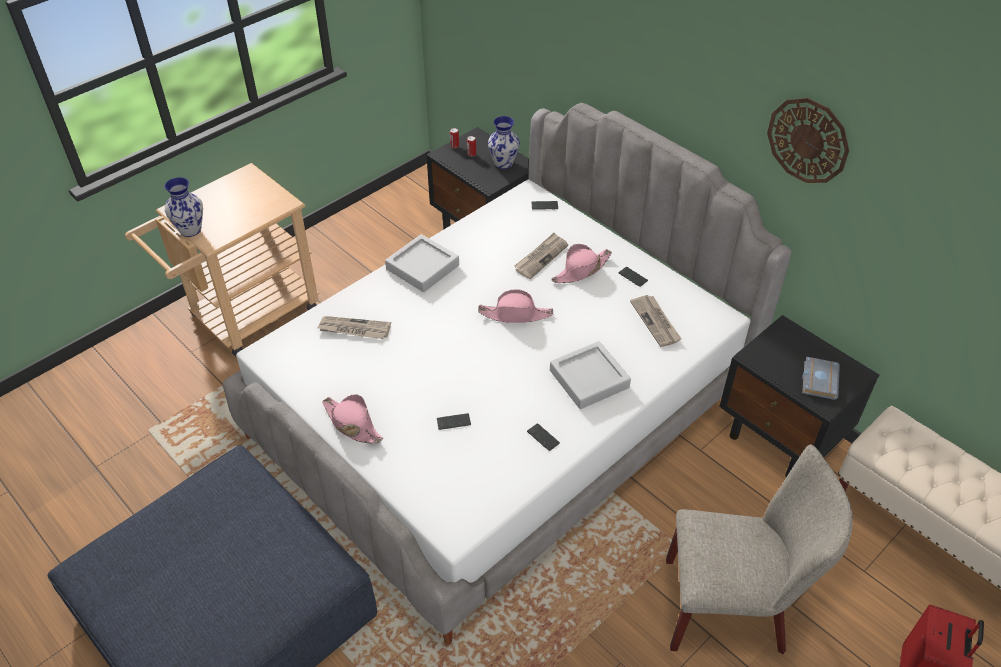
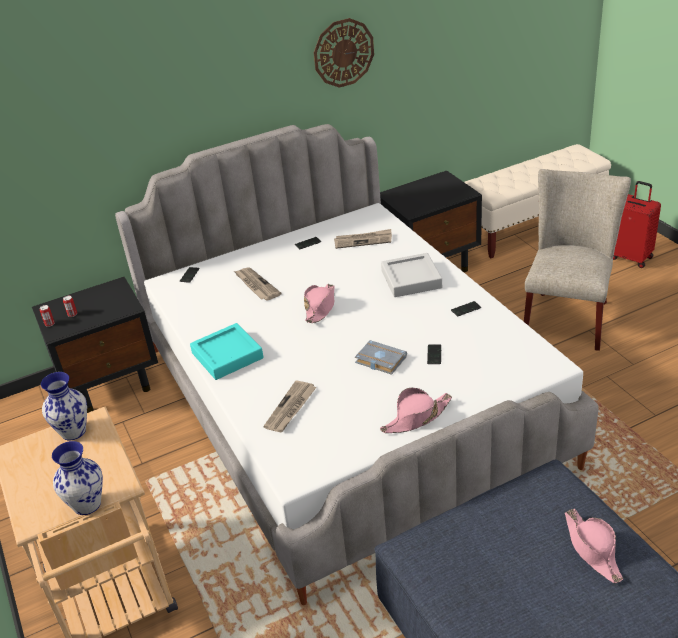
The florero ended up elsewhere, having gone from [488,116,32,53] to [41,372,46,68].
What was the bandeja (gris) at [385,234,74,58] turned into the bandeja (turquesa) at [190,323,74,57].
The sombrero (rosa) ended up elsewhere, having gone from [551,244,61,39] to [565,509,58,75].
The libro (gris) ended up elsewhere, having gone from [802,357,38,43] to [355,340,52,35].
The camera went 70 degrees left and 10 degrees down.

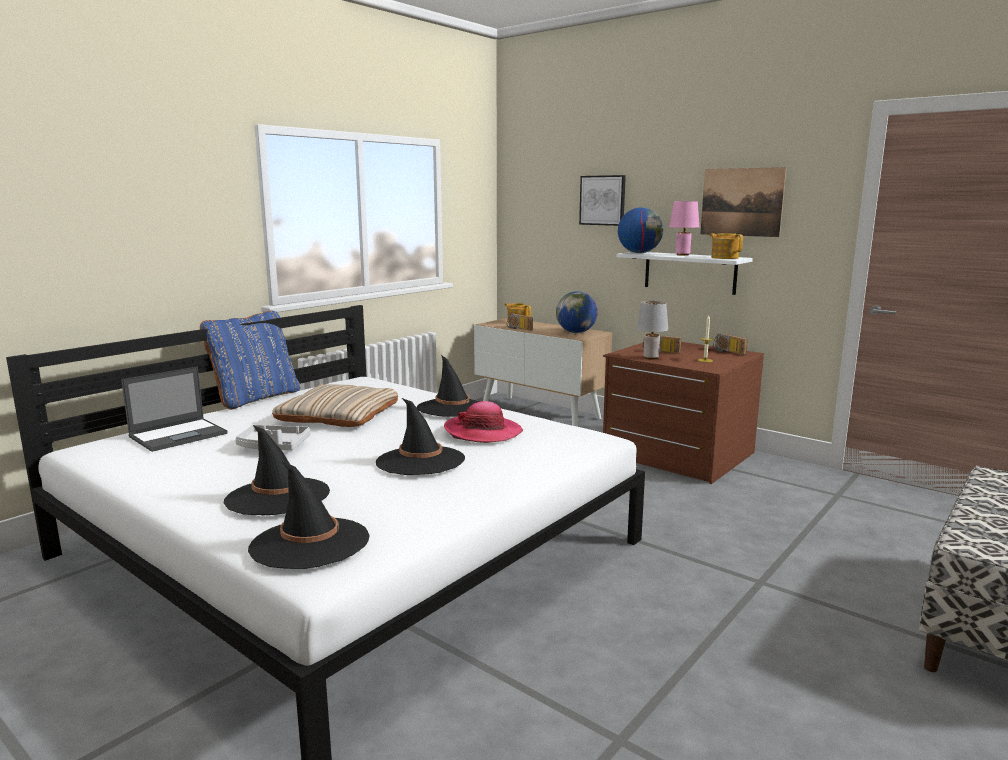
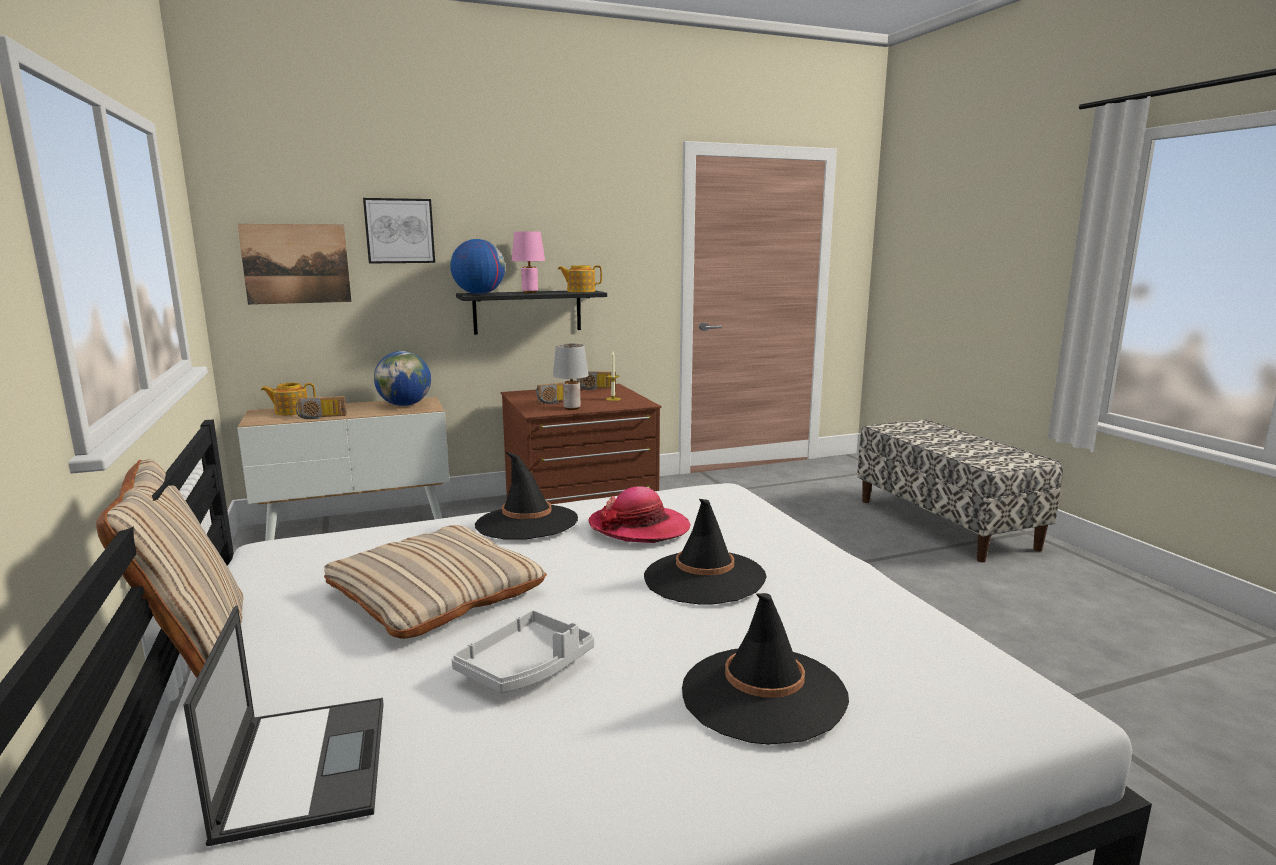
The cuadro ended up elsewhere, having gone from [700,167,86,70] to [237,224,114,81].
What was the estante (blanco) at [616,252,137,43] turned into the estante (negro) at [456,290,151,45].
What was the cojín (azul) at [200,310,100,100] turned into the cojín (beis) at [96,459,147,219].
The second view lost the sombrero (negro) at [248,461,122,108].
The camera went 60 degrees left and 0 degrees up.

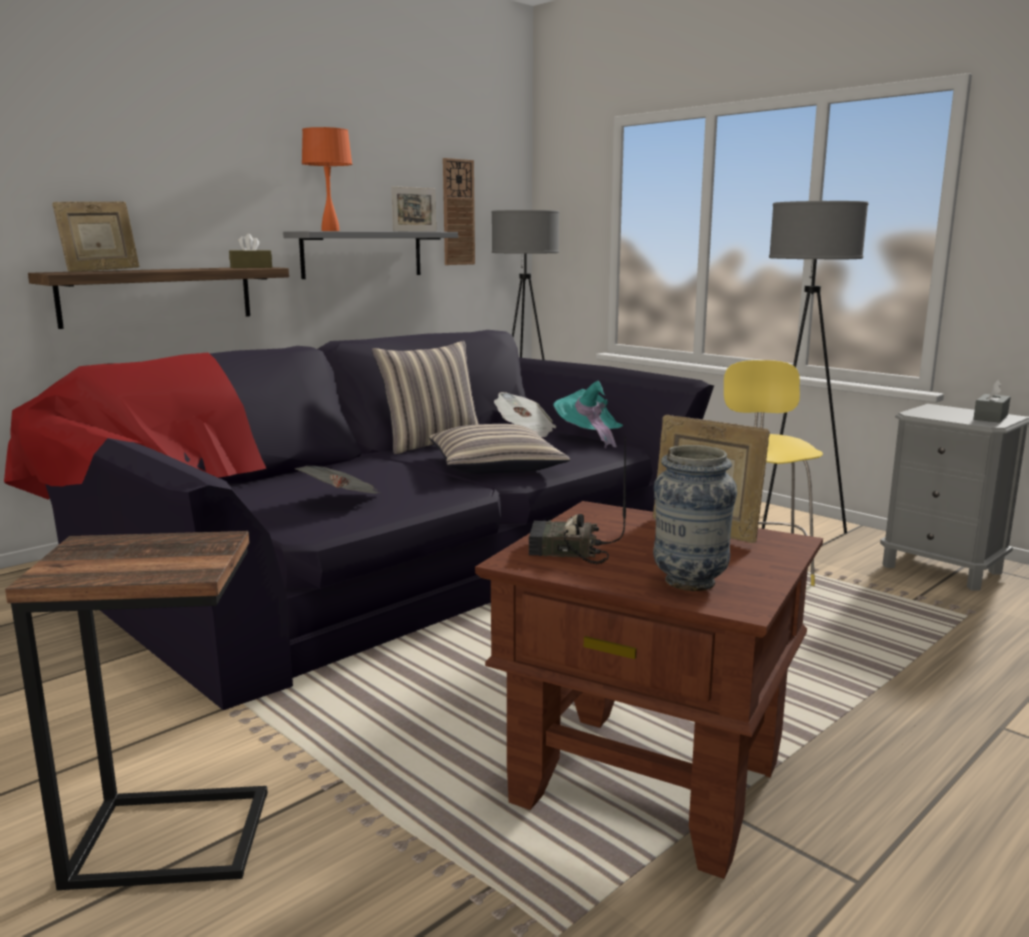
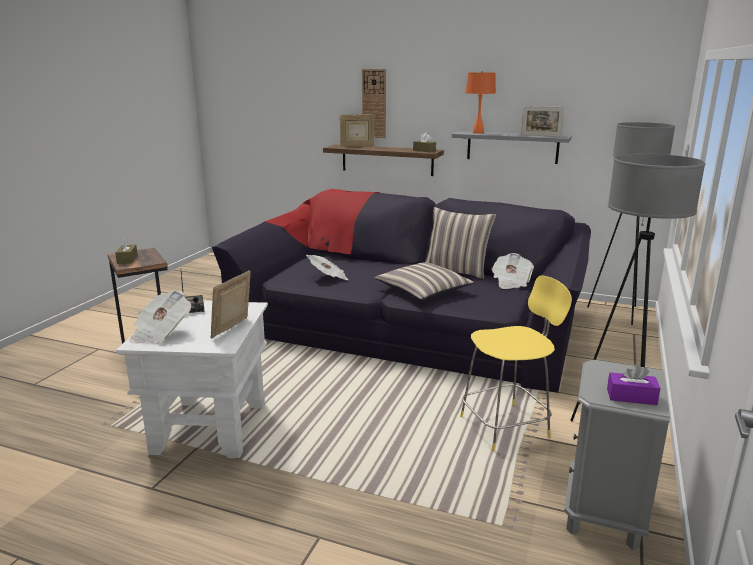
The reloj de pared ended up elsewhere, having gone from [443,158,32,107] to [362,69,24,69].
What was the caja de pañuelos (gris) at [973,379,37,44] turned into the caja de pañuelos (morado) at [607,364,54,41].
The second view lost the sombrero (turquesa) at [553,381,70,67].
Where the florero stood at [653,445,84,146], the periódico came to stand at [129,291,62,53].
What was the mesa auxiliar (marrón) at [475,501,348,378] turned into the mesa auxiliar (blanco) at [116,301,152,157].
The second view gained the caja de pañuelos (marrón) at [115,237,23,27].
The camera went 65 degrees right and 5 degrees up.

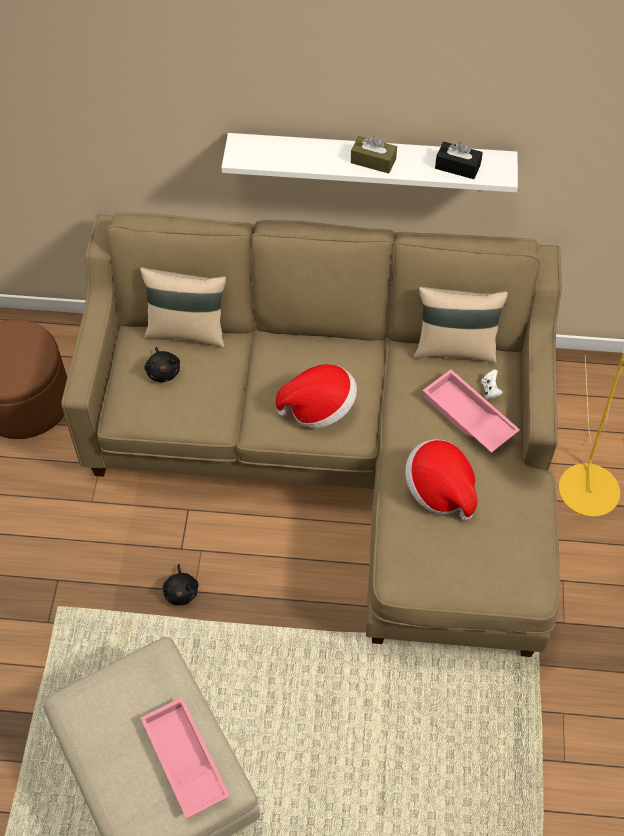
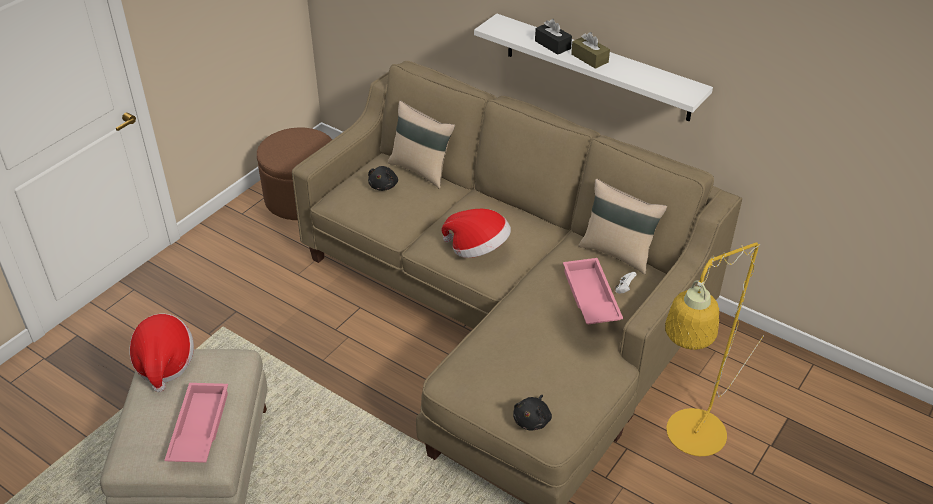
The caja de pañuelos (negro) ended up elsewhere, having gone from [435,142,48,37] to [535,19,37,36].
The sombrero ended up elsewhere, having gone from [405,440,72,81] to [129,314,65,78].
The peluche (negro) ended up elsewhere, having gone from [163,564,36,42] to [513,395,39,36].
The camera went 30 degrees right and 15 degrees down.

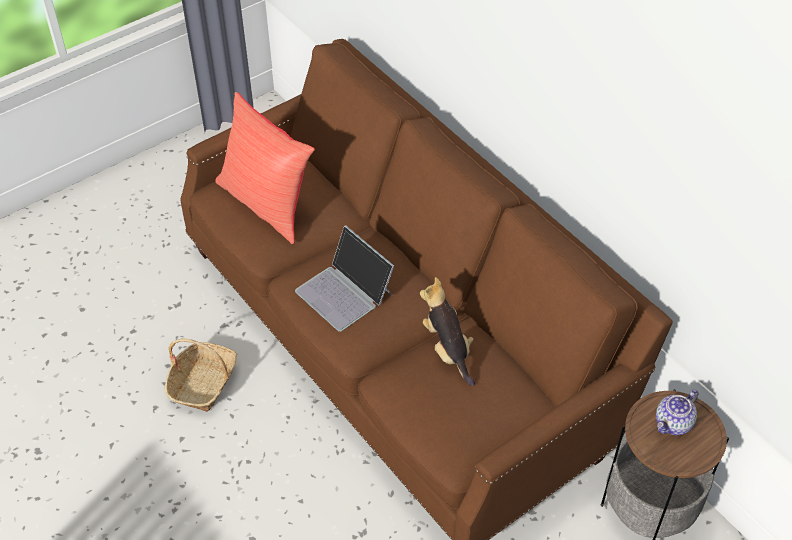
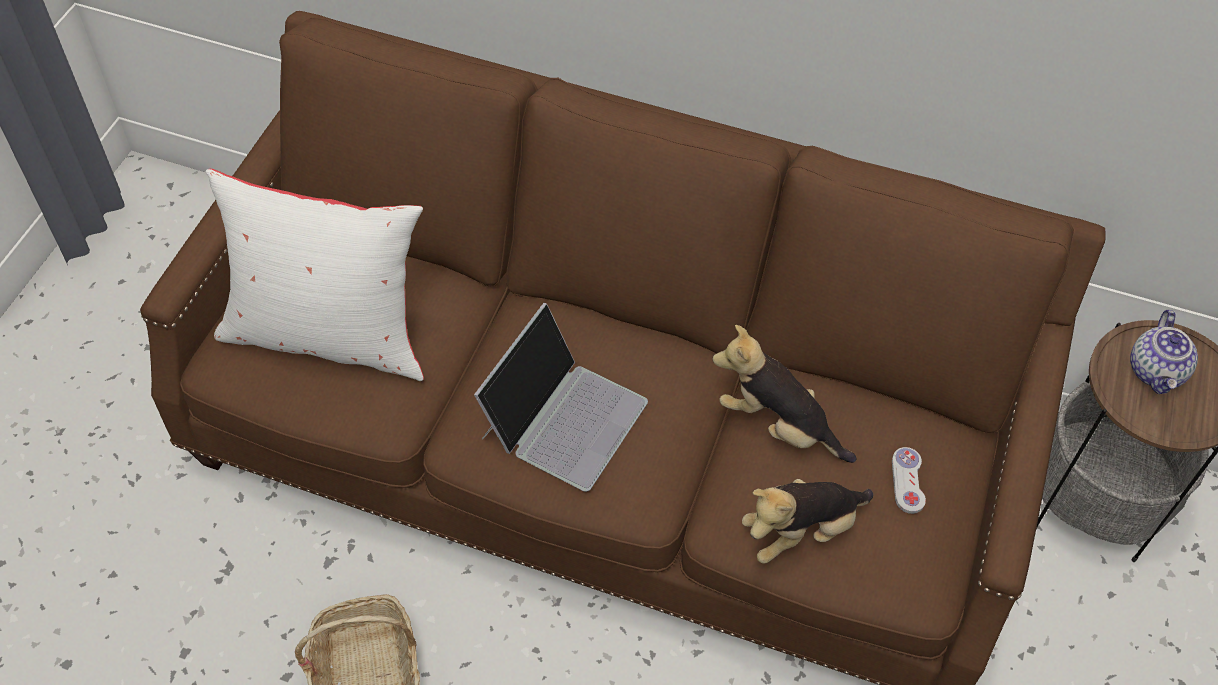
What was the cojín (rojo) at [215,92,100,152] turned into the cojín (blanco) at [206,169,218,212].
The portátil at [295,225,99,107] ended up facing another way, 75 degrees counterclockwise from before.
The second view gained the mando de consola (blanco) at [892,447,34,67].
The second view gained the peluche at [742,479,131,85].
The camera went 35 degrees left and 5 degrees up.

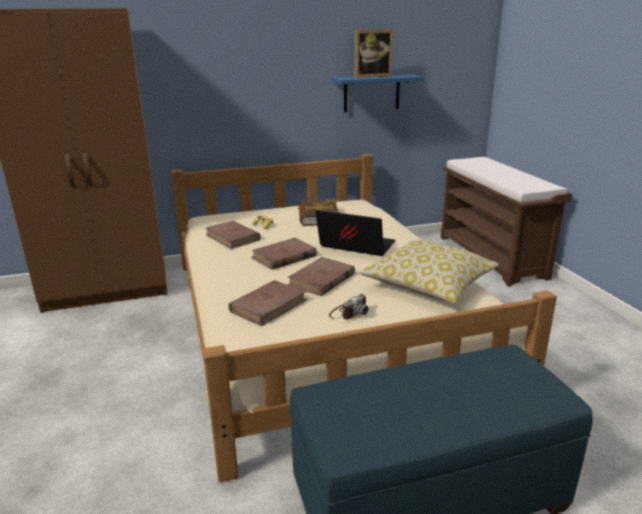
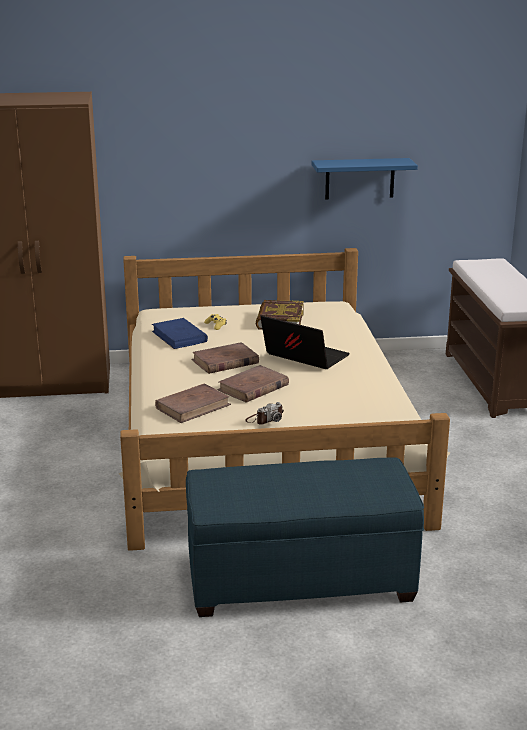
The second view lost the portarretratos at [355,29,38,49].
What was the libro (marrón) at [205,221,56,28] turned into the libro (azul) at [152,318,56,31].
The second view lost the cojín at [359,240,140,63].
The camera went 10 degrees right and 0 degrees up.

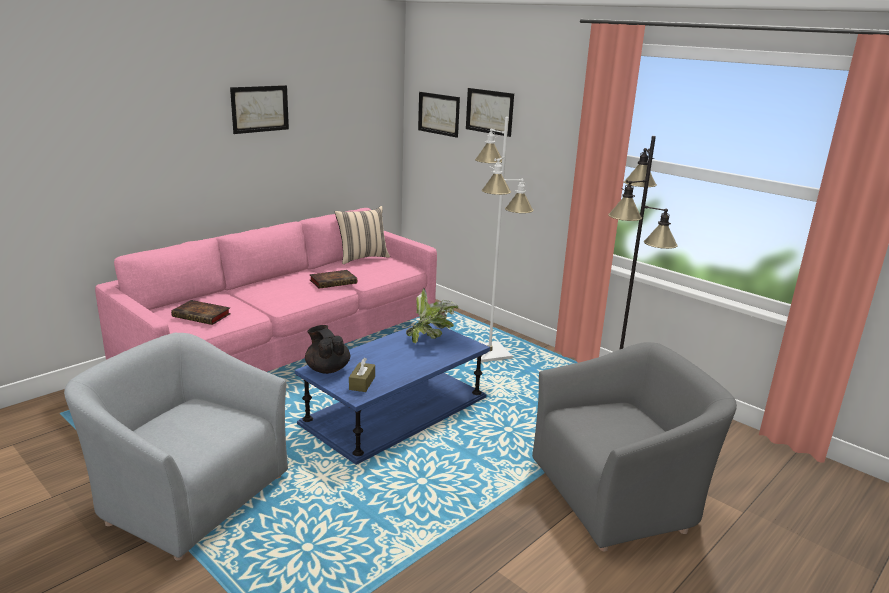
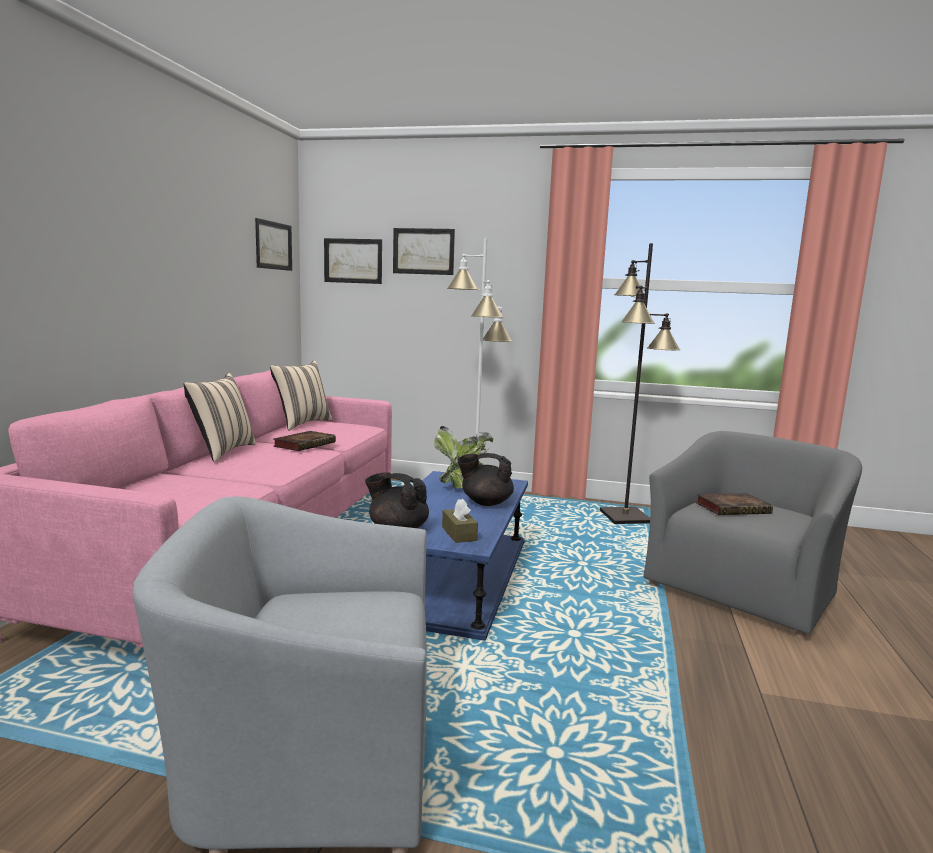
The cuadro ended up elsewhere, having gone from [230,85,59,49] to [255,218,37,53].
The libro ended up elsewhere, having gone from [171,300,60,25] to [695,493,78,22].
The second view gained the cojín (beis) at [183,373,73,90].
The second view gained the tetera (negro) at [457,453,57,53].
The camera went 30 degrees left and 10 degrees down.

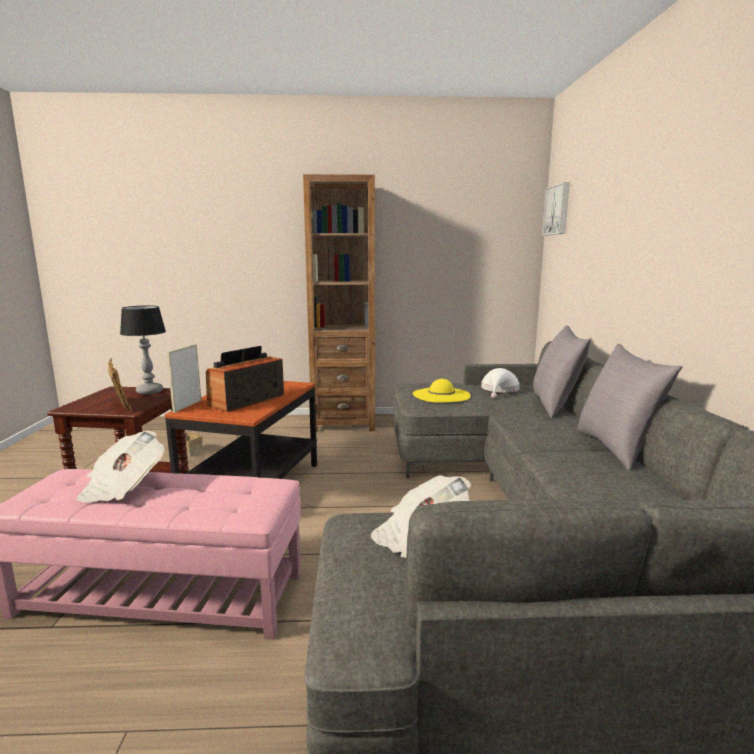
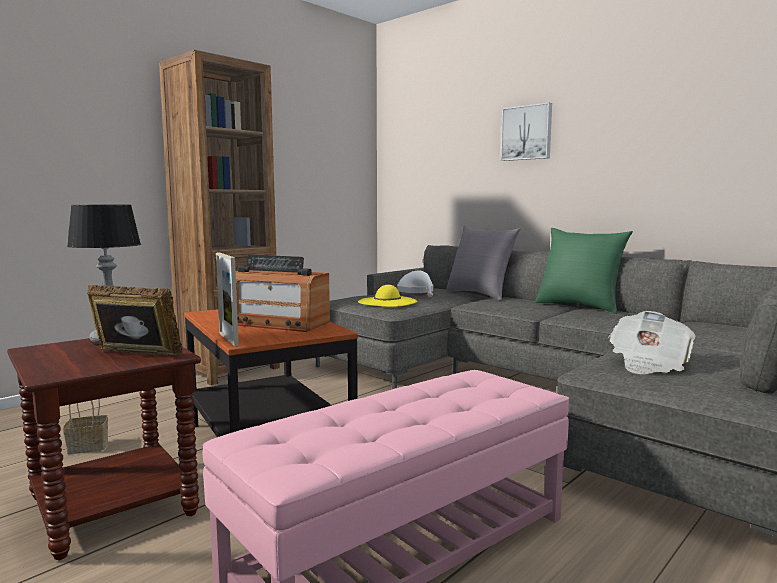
The cuadro ended up elsewhere, having gone from [542,182,28,53] to [501,103,51,58].
What was the cojín (gris) at [577,344,105,127] turned into the cojín (verde) at [535,228,98,86].
The radio at [206,346,78,66] ended up facing another way, 60 degrees counterclockwise from before.
The second view lost the periódico at [77,431,88,72].
The camera went 45 degrees left and 5 degrees down.

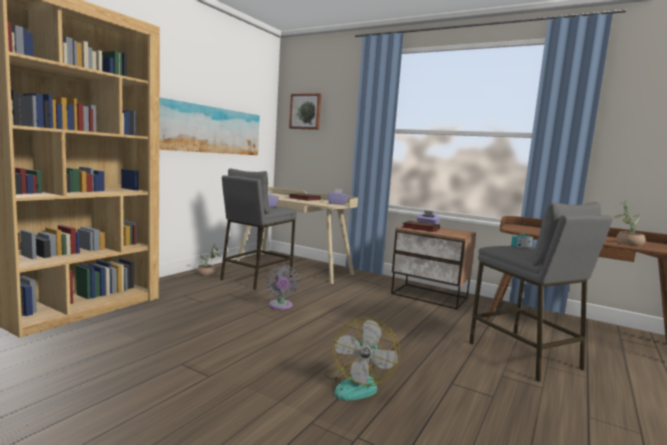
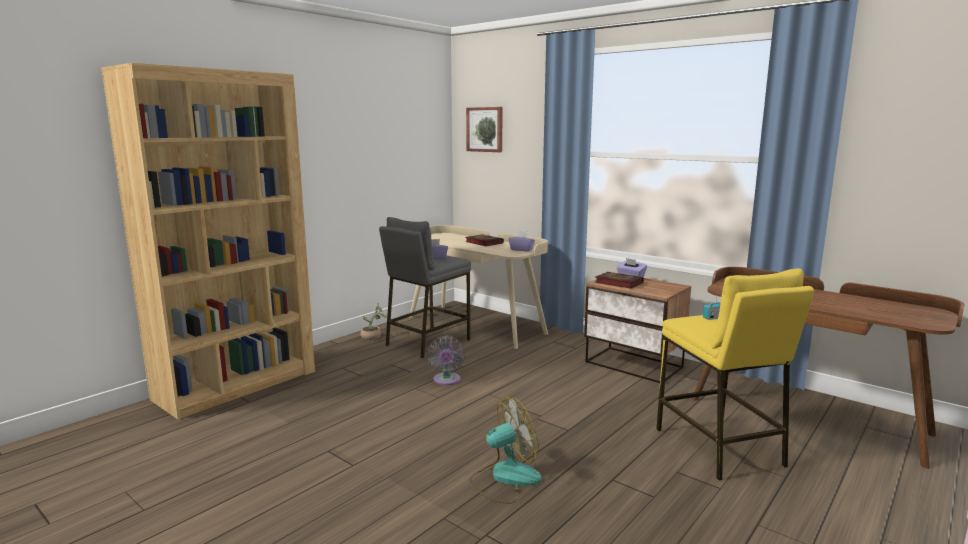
The second view lost the cuadro at [159,97,101,58].
The second view lost the planta en maceta at [613,200,33,46].
What was the taburete (gris) at [469,202,144,180] turned into the taburete (amarillo) at [656,268,158,213].
The ventilador at [324,317,76,83] ended up facing another way, 135 degrees counterclockwise from before.
The camera went 10 degrees right and 5 degrees up.

